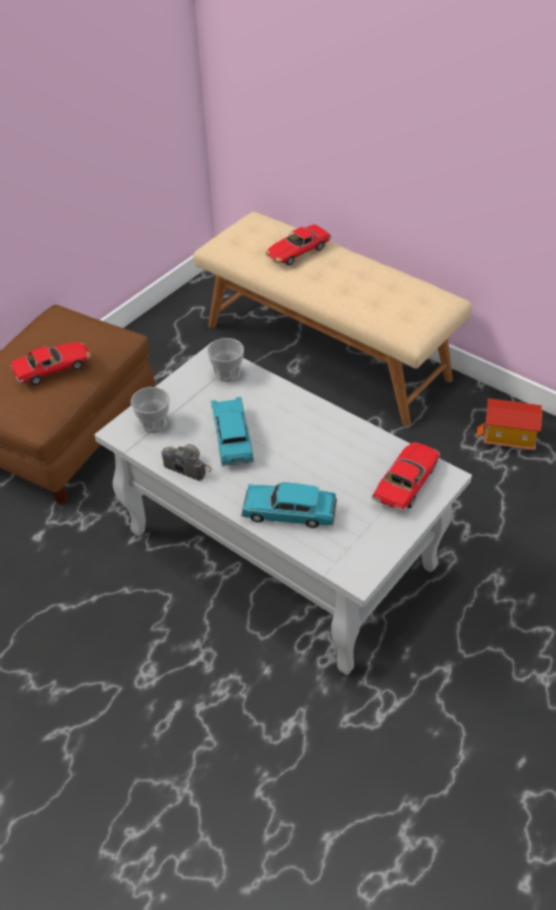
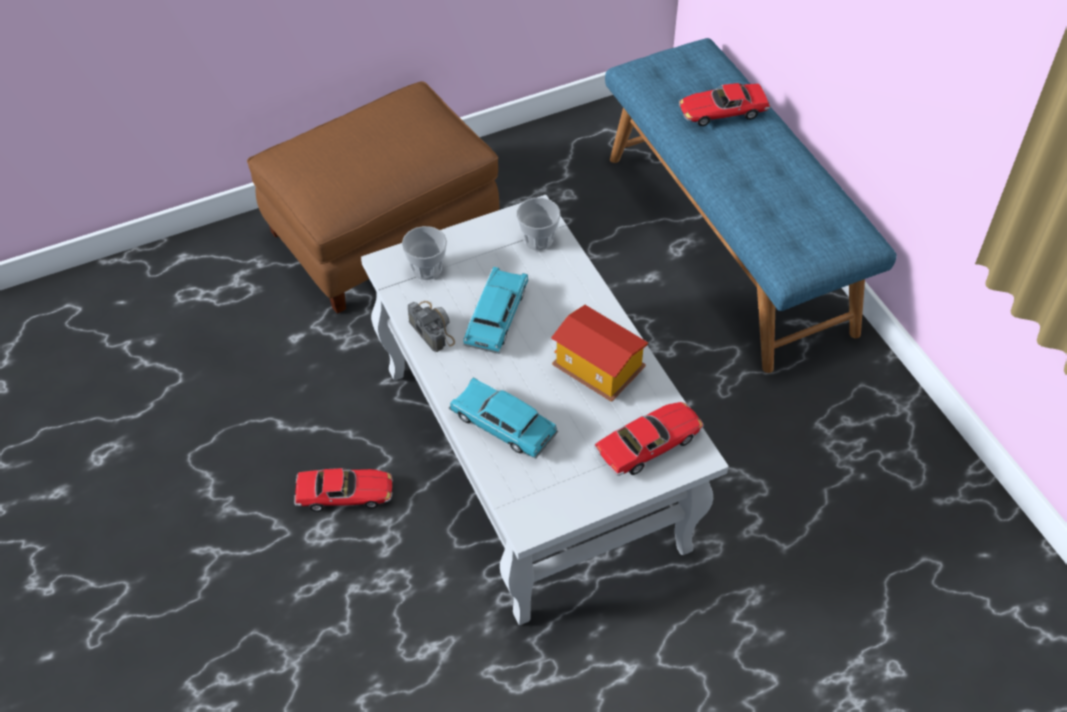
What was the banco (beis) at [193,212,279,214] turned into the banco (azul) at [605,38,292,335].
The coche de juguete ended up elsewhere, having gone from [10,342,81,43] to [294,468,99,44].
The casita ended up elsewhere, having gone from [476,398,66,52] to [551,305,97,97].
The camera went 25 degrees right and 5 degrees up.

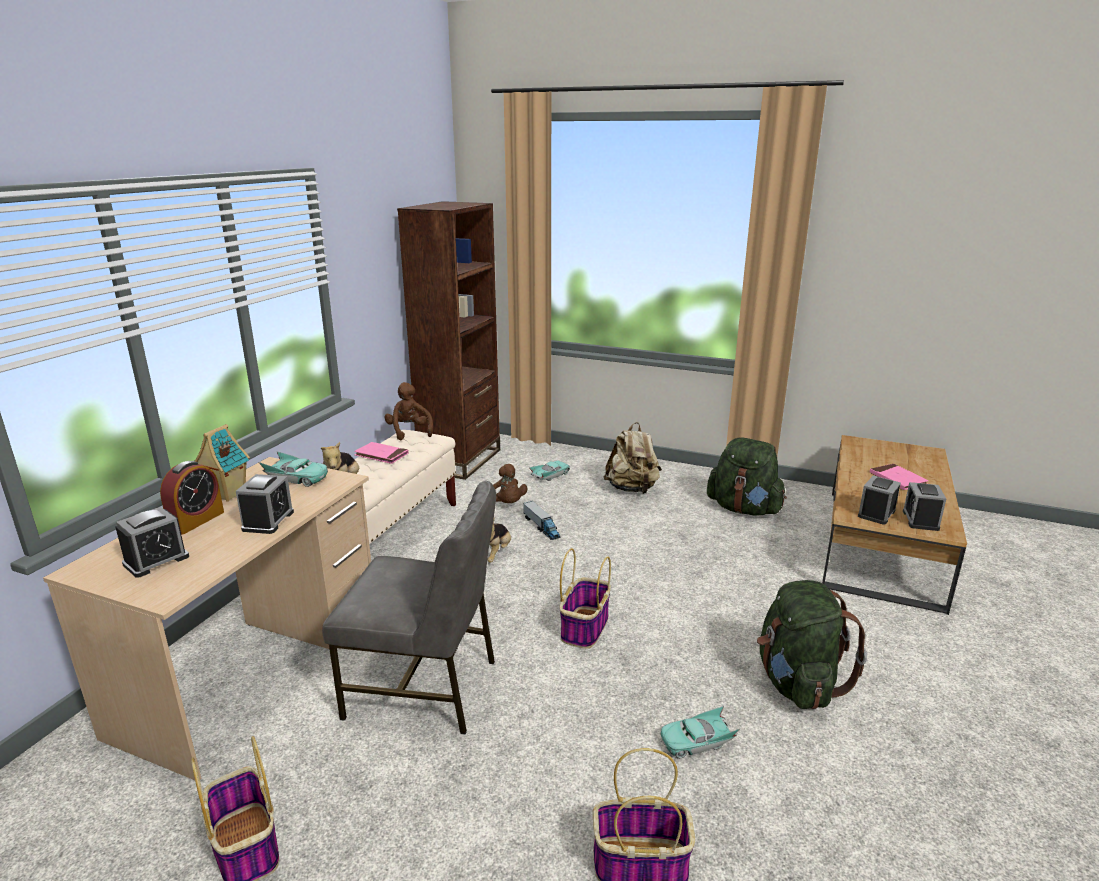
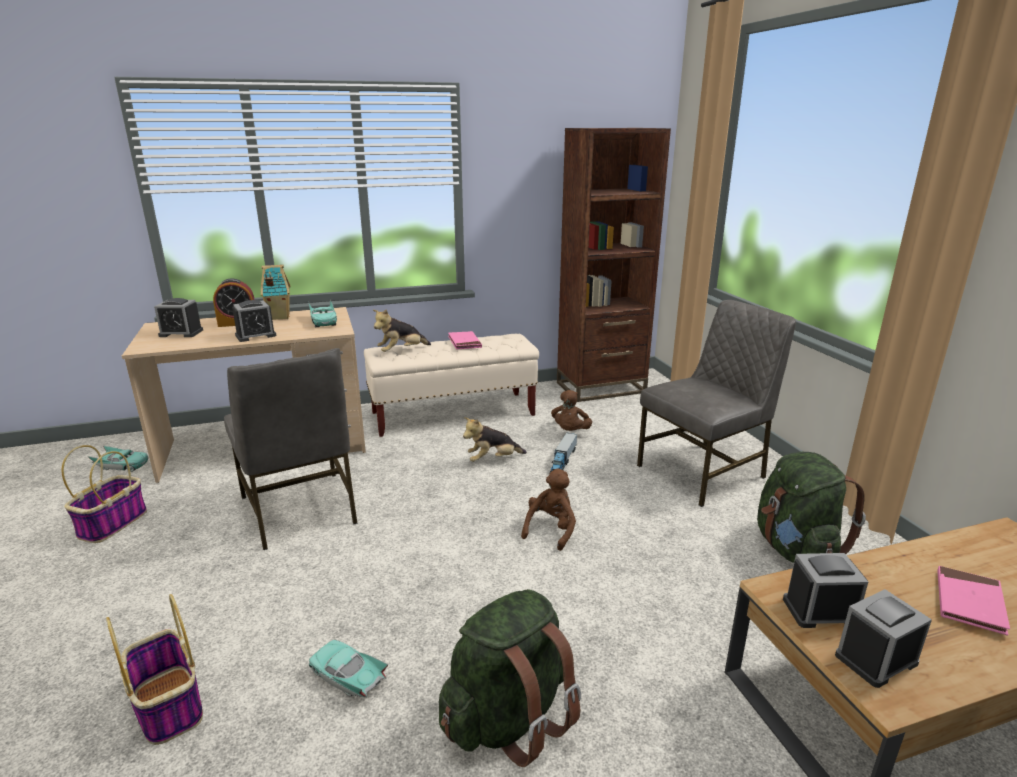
The peluche (marrón) ended up elsewhere, having gone from [384,382,49,58] to [521,468,55,83].
Where the mochila (beis) stood at [603,422,59,72], the silla (gris) came to stand at [637,300,159,207].
The coche de juguete (turquesa) ended up elsewhere, having gone from [529,461,41,20] to [87,446,61,26].
The second view lost the cesta at [560,548,51,101].
The camera went 50 degrees right and 0 degrees up.

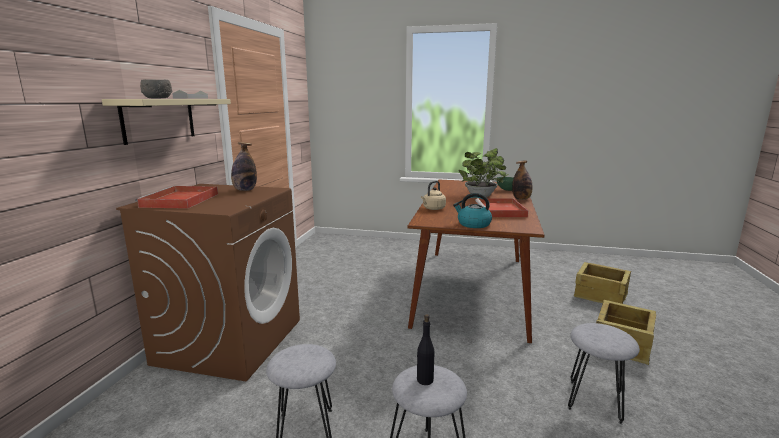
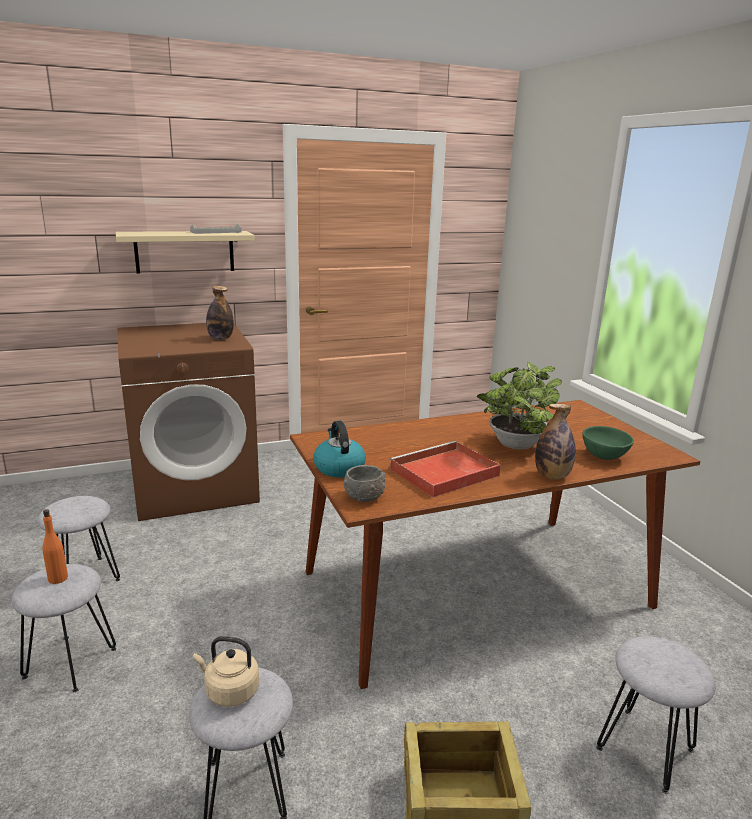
The cuenco (gris) ended up elsewhere, having gone from [140,79,32,20] to [343,465,43,37].
The hervidor (beis) ended up elsewhere, having gone from [421,181,25,29] to [193,636,66,71].
The second view lost the bandeja (rojo) at [135,186,83,23].
Where the caja de embalaje stood at [574,262,57,42], the taburete (gris) came to stand at [597,636,119,158].
What was the botella (negro) at [417,314,18,71] turned into the botella (naranja) at [42,509,26,75].
The camera went 55 degrees right and 5 degrees up.

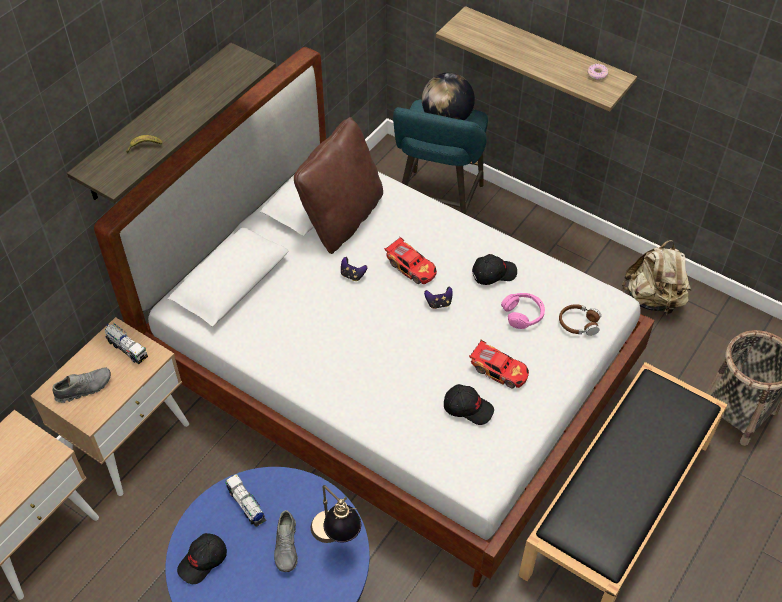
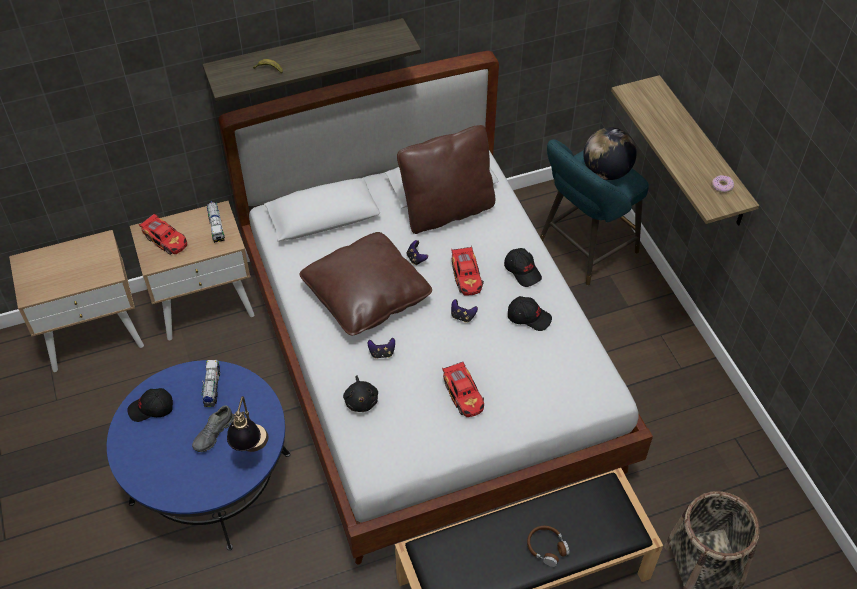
The second view lost the mochila (beis) at [622,240,69,76].
The second view lost the auriculares (rosa) at [501,293,44,36].
The auriculares (marrón) ended up elsewhere, having gone from [559,304,42,32] to [527,526,43,41].
Where the zapato (gris) stood at [52,367,59,36], the coche de juguete came to stand at [139,213,48,42].
The gorra (negro) ended up elsewhere, having gone from [444,384,50,41] to [504,248,38,39].
The second view gained the cojín (marrón) at [299,232,133,103].
The second view gained the mando de consola at [368,338,27,21].
The second view gained the peluche (negro) at [343,375,35,37].
The camera went 35 degrees right and 0 degrees up.

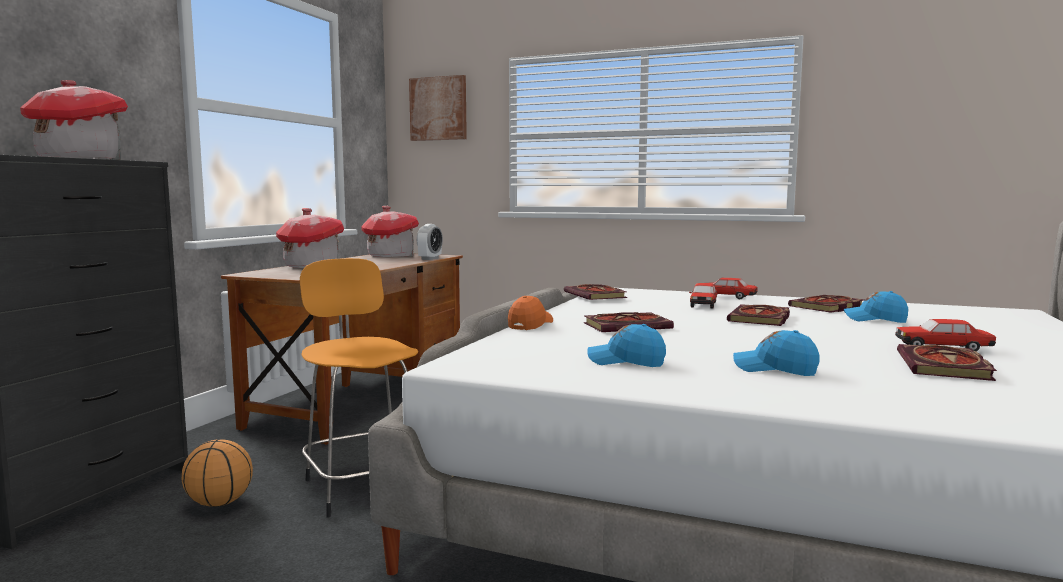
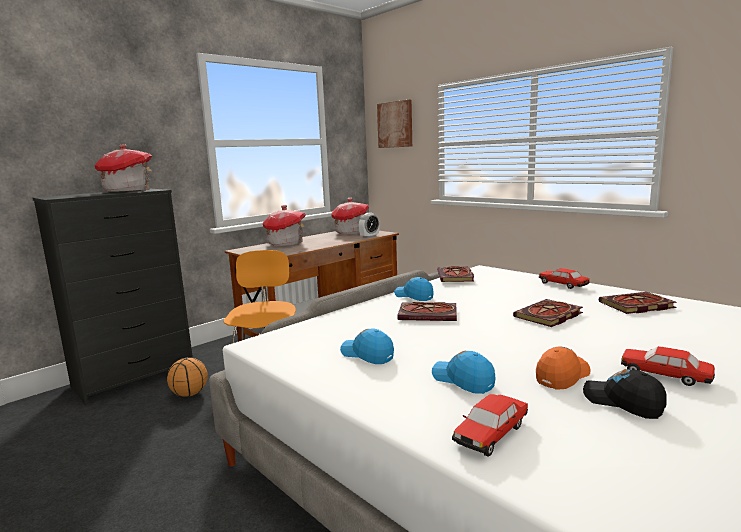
The coche de juguete ended up elsewhere, having gone from [689,283,28,26] to [452,394,76,63].
The gorra (azul) ended up elsewhere, having gone from [844,291,64,32] to [394,277,40,24].
The gorra (naranja) ended up elsewhere, having gone from [508,296,45,34] to [536,346,55,44].
Where the libro stood at [897,344,100,37], the gorra (negro) came to stand at [583,369,84,50].
The camera went 25 degrees right and 5 degrees up.

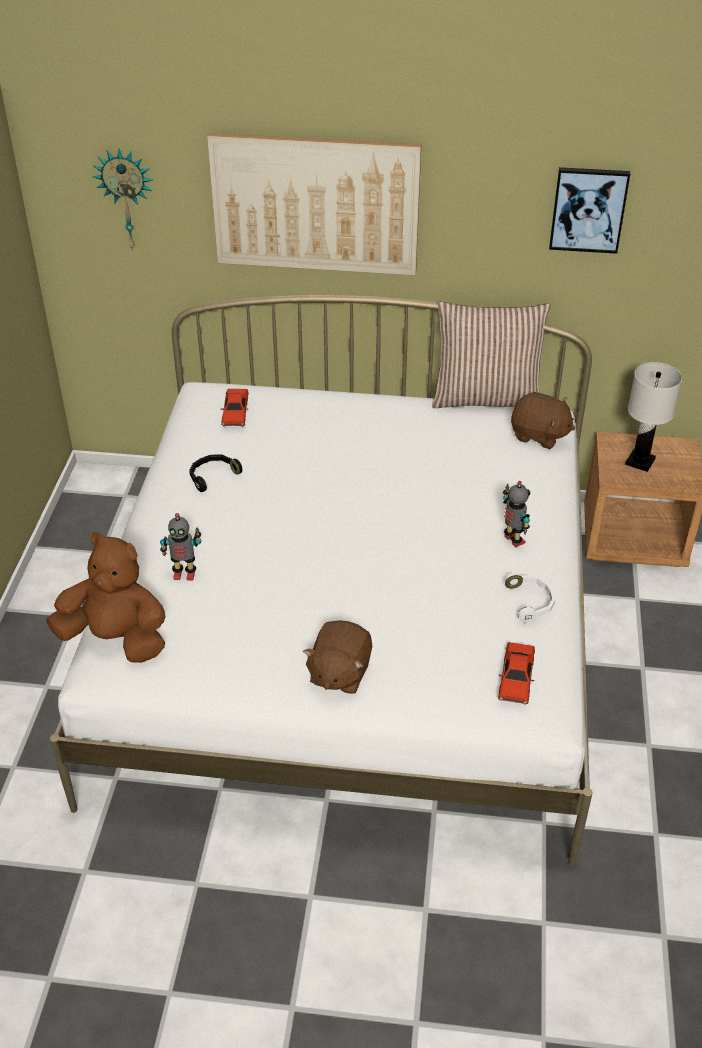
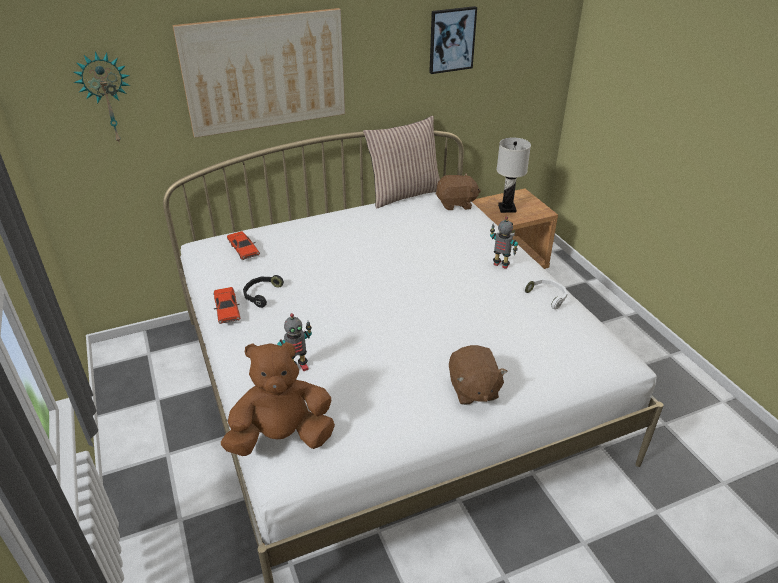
The coche de juguete (rojo) ended up elsewhere, having gone from [498,642,37,63] to [214,287,26,37].
The camera went 30 degrees left and 5 degrees down.

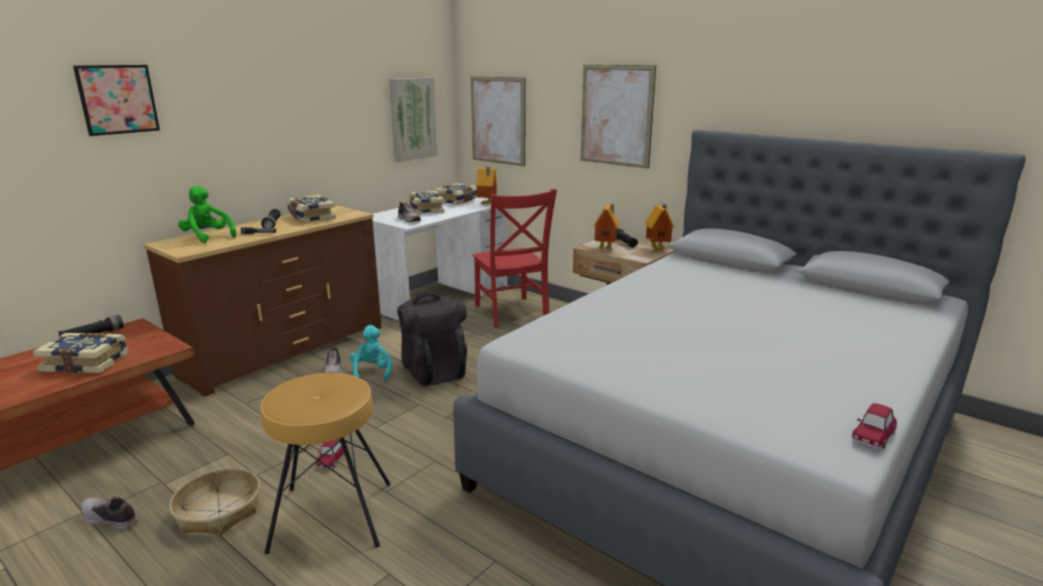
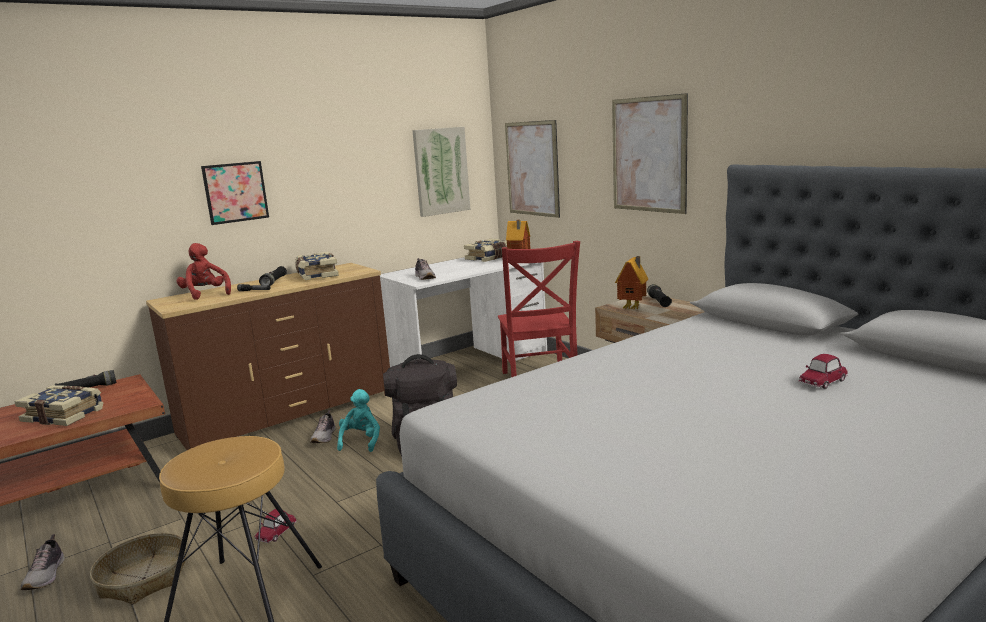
The cuadro ended up elsewhere, having gone from [73,65,87,71] to [201,161,68,64].
What was the peluche (verde) at [178,186,58,57] turned into the peluche (rojo) at [177,243,54,57].
The second view lost the libro at [410,191,34,23].
The second view lost the casita at [645,204,29,46].
The coche de juguete ended up elsewhere, having gone from [852,403,45,46] to [799,354,49,35].
The zapato at [81,496,57,34] ended up facing another way, 135 degrees counterclockwise from before.
The camera went 15 degrees right and 5 degrees down.

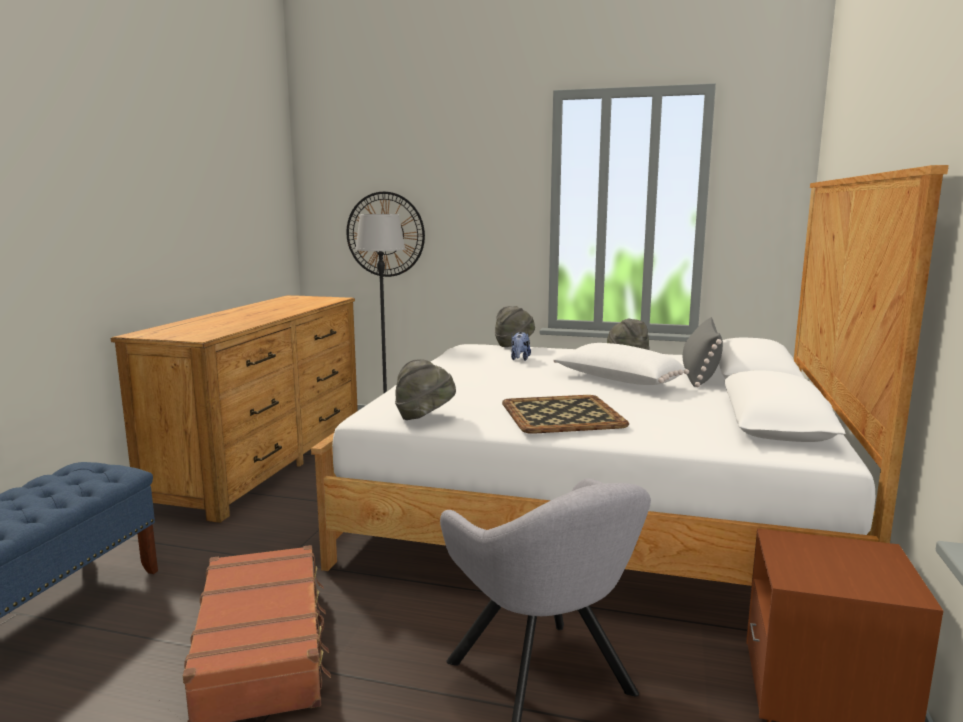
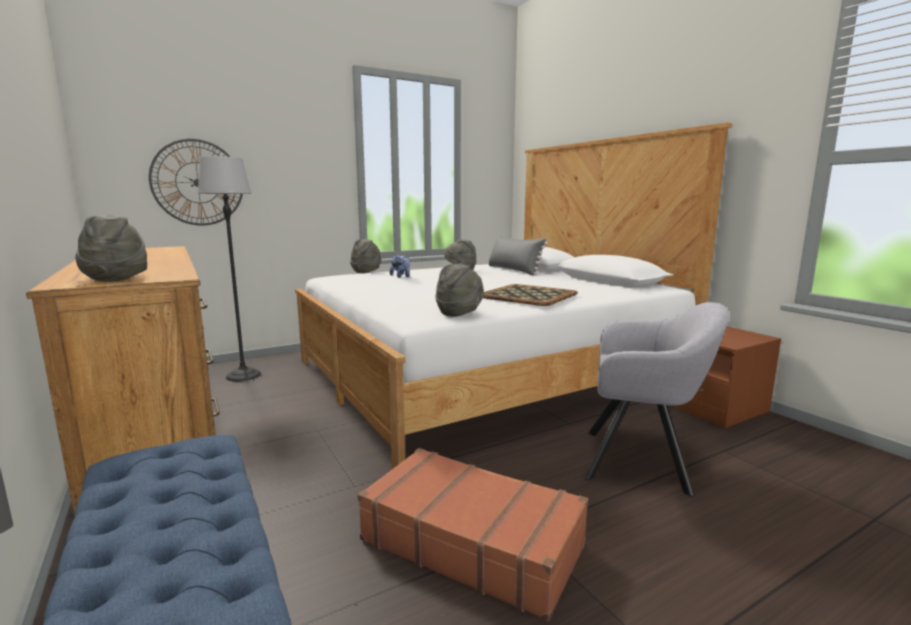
The second view lost the cojín (blanco) at [553,343,136,42].
The second view gained the sombrero (gris) at [75,214,72,68].
The camera went 45 degrees left and 0 degrees up.

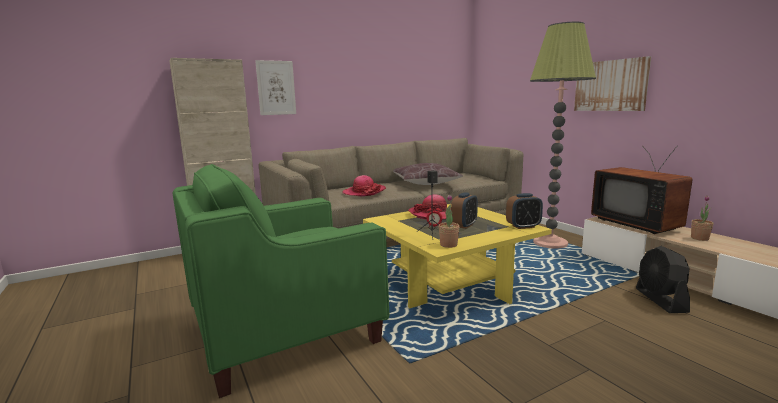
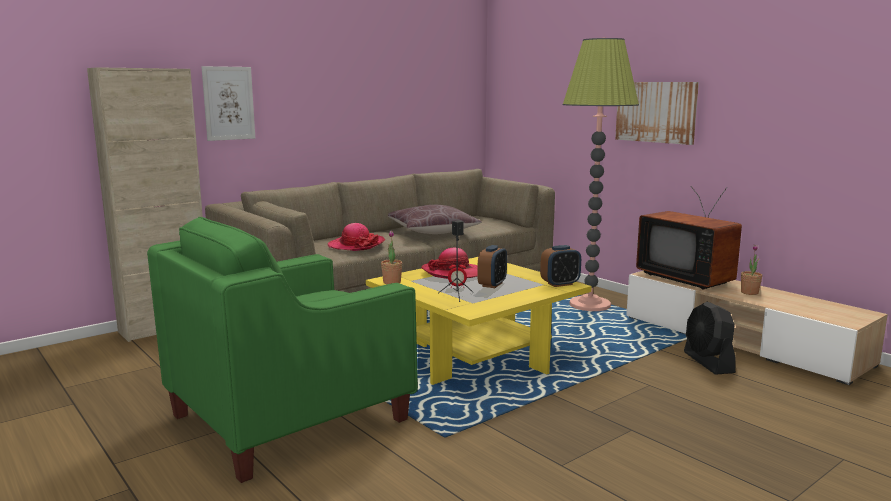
The planta en maceta ended up elsewhere, having gone from [438,195,21,53] to [381,231,21,53].
The camera went 10 degrees left and 0 degrees up.

